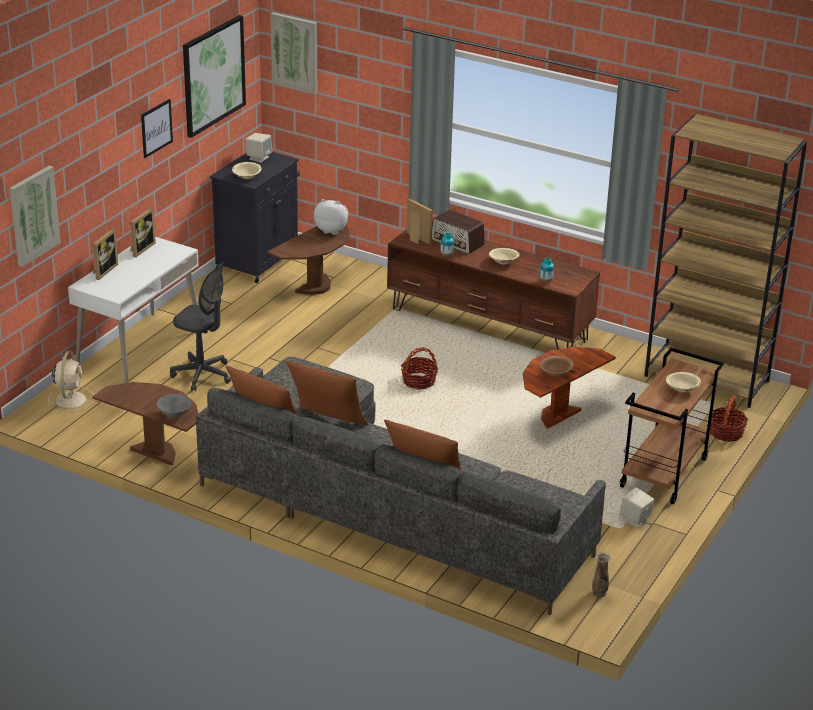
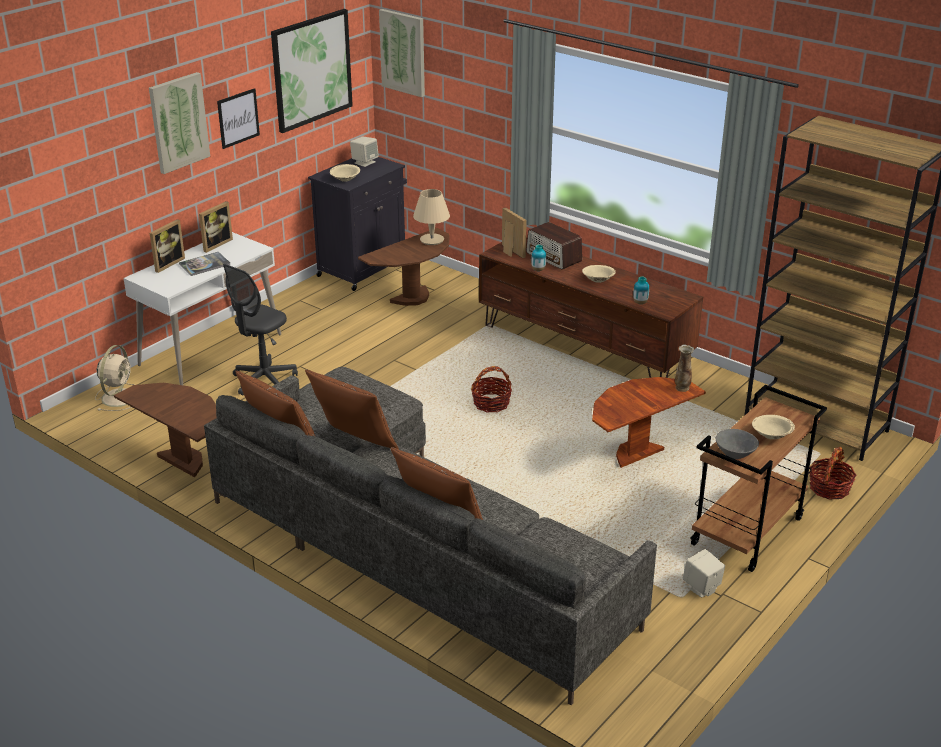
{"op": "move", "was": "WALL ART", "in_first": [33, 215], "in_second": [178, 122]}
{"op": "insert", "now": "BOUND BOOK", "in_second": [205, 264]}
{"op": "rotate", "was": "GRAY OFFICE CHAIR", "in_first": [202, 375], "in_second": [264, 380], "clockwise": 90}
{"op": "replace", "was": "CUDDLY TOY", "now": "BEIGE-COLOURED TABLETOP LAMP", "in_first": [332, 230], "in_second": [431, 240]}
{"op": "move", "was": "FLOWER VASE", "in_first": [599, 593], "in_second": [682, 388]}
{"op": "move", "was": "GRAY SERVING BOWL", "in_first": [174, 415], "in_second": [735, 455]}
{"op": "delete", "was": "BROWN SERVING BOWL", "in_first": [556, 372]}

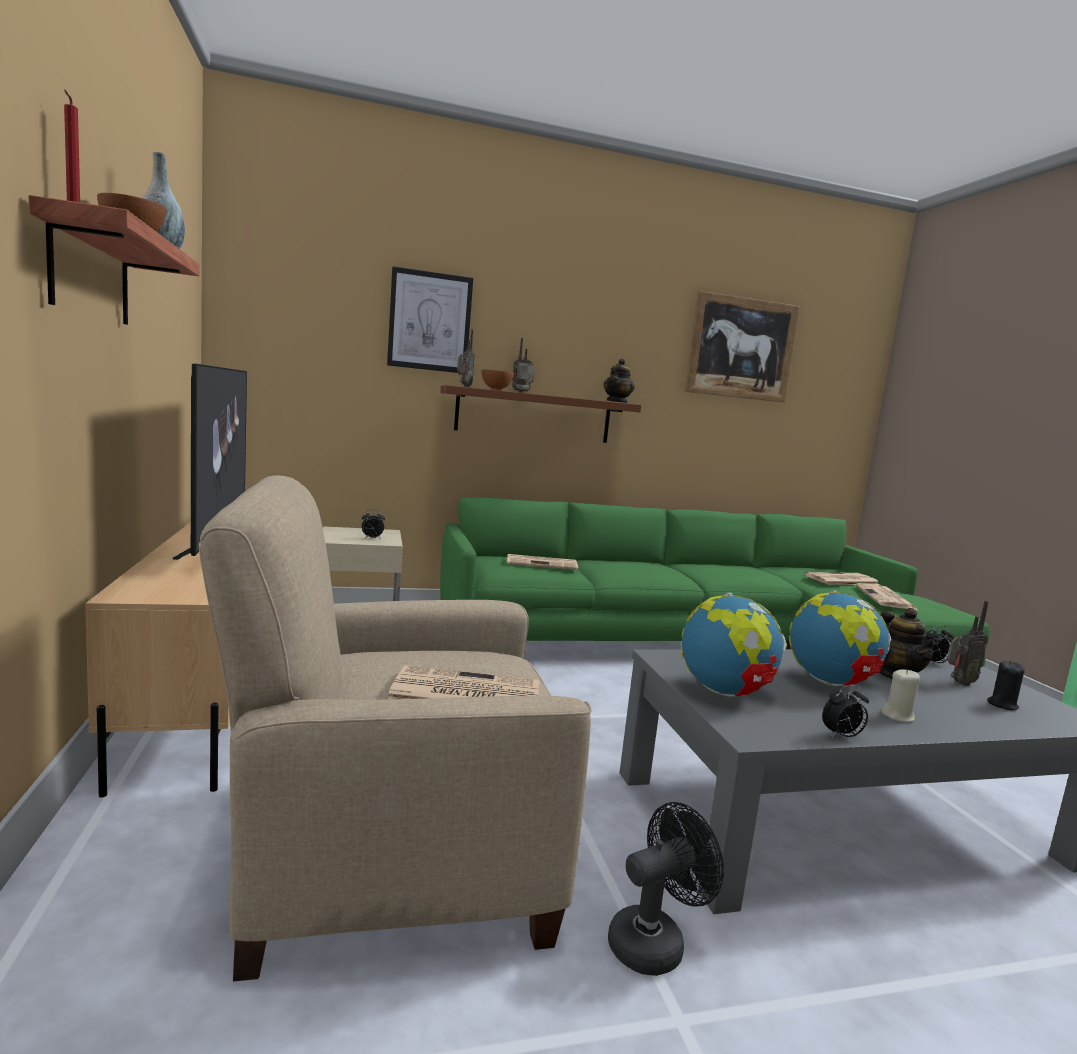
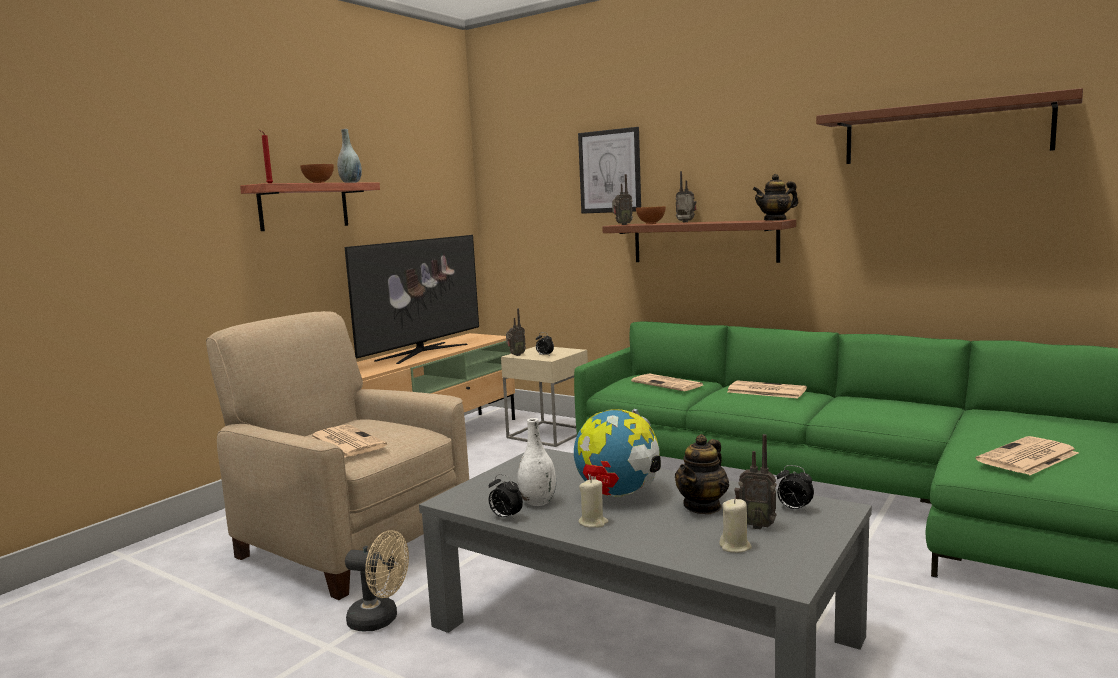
{"op": "recolor", "was": "BLACK COOLING FAN", "now": "BEIGE-COLOURED COOLING FAN", "in_first": [654, 941], "in_second": [380, 620]}
{"op": "insert", "now": "RADIO RECEIVER", "in_second": [515, 355]}
{"op": "insert", "now": "WHITISH FLOWER VASE", "in_second": [538, 502]}
{"op": "recolor", "was": "BLACK CANDLE", "now": "BEIGE-COLOURED CANDLE", "in_first": [1002, 705], "in_second": [735, 547]}
{"op": "move", "was": "NEWSPAPER", "in_first": [841, 580], "in_second": [765, 391]}
{"op": "replace", "was": "WALL ART", "now": "BROWN BRACKET SHELF", "in_first": [741, 348], "in_second": [944, 132]}
{"op": "delete", "was": "GLOBE", "in_first": [725, 692]}

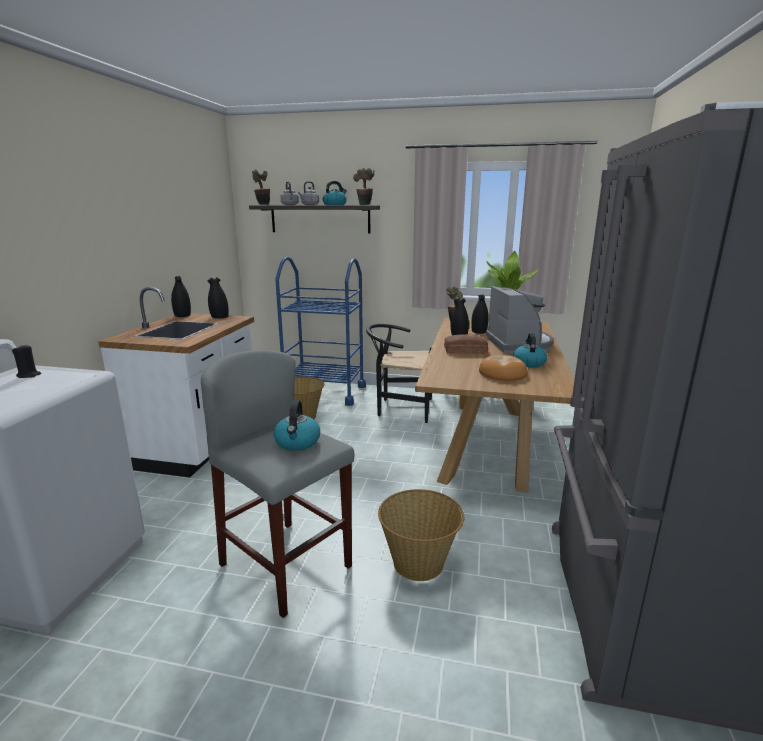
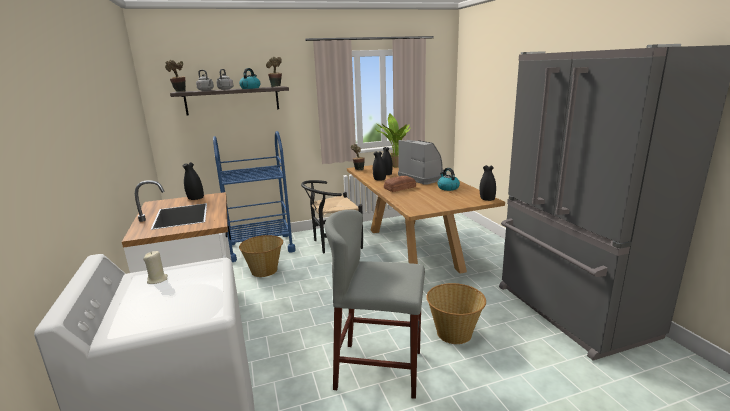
{"op": "recolor", "was": "BLACK CANDLE", "now": "BEIGE-COLOURED CANDLE", "in_first": [29, 375], "in_second": [157, 280]}
{"op": "move", "was": "BLACK FLOWER VASE", "in_first": [182, 315], "in_second": [487, 198]}
{"op": "delete", "was": "WATER KETTLE", "in_first": [297, 442]}
{"op": "delete", "was": "BREAD", "in_first": [503, 373]}

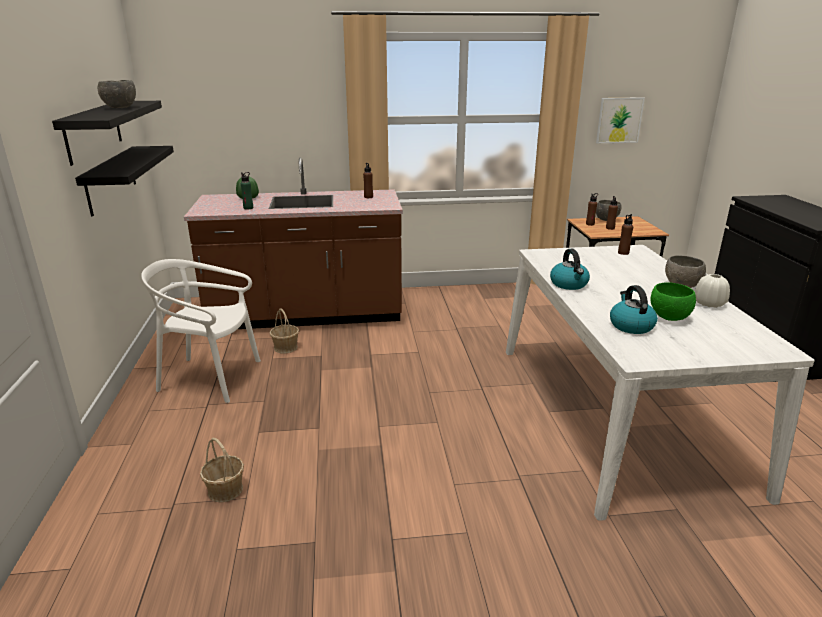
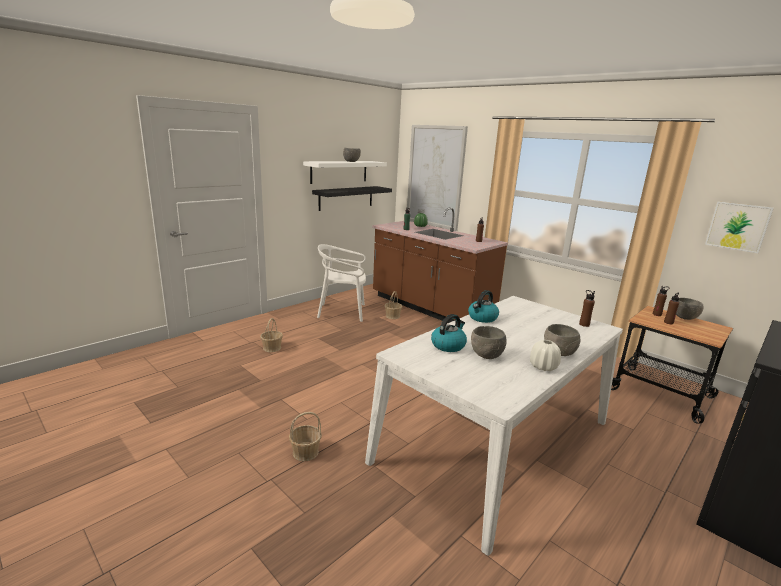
{"op": "insert", "now": "STORAGE BASKET", "in_second": [305, 452]}
{"op": "recolor", "was": "BLACK BRACKET SHELF", "now": "WHITISH BRACKET SHELF", "in_first": [93, 131], "in_second": [339, 171]}
{"op": "rotate", "was": "WHITISH CHAIR", "in_first": [210, 378], "in_second": [342, 312], "clockwise": -60}
{"op": "insert", "now": "WALL ART", "in_second": [435, 177]}
{"op": "recolor", "was": "GREENISH SERVING BOWL", "now": "GRAY SERVING BOWL", "in_first": [669, 318], "in_second": [486, 356]}

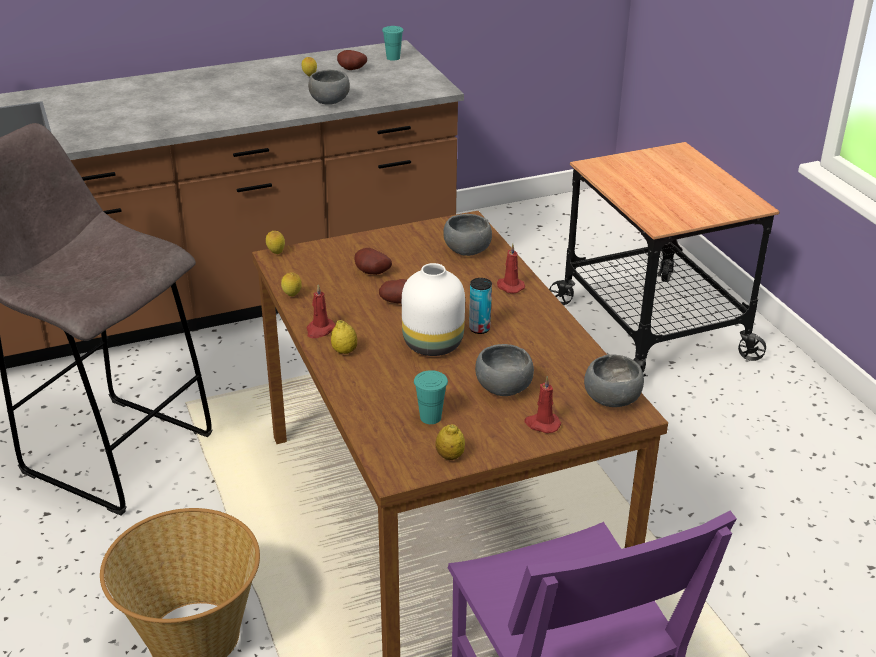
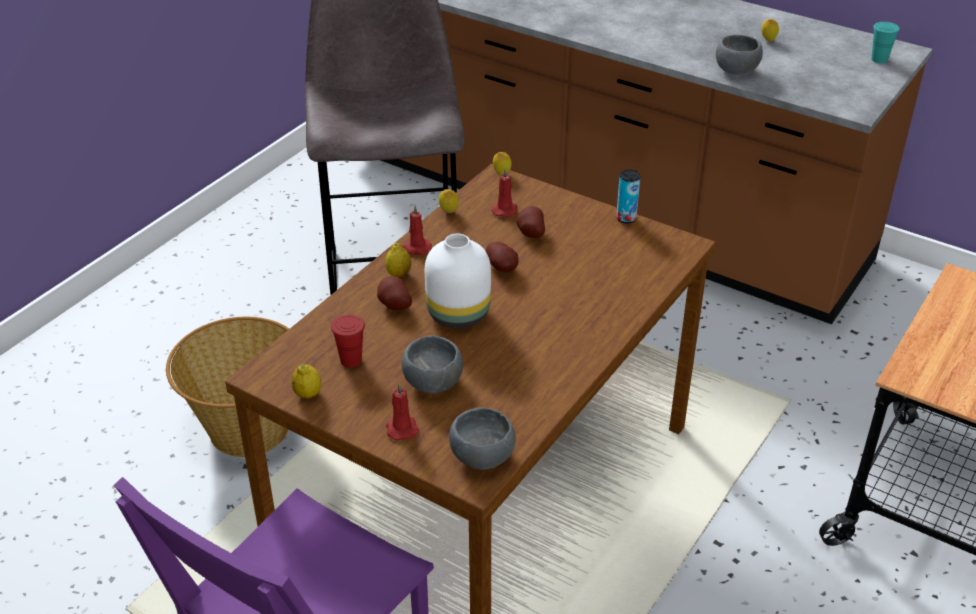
{"op": "recolor", "was": "TURQUOISE-COLOURED SMALL CUP", "now": "RED SMALL CUP", "in_first": [430, 417], "in_second": [351, 360]}
{"op": "move", "was": "WHOLE POTATO", "in_first": [351, 70], "in_second": [393, 306]}
{"op": "move", "was": "RED CANDLE", "in_first": [509, 286], "in_second": [504, 209]}
{"op": "move", "was": "METAL CAN", "in_first": [479, 329], "in_second": [626, 218]}
{"op": "delete", "was": "GRAY SERVING BOWL", "in_first": [466, 251]}

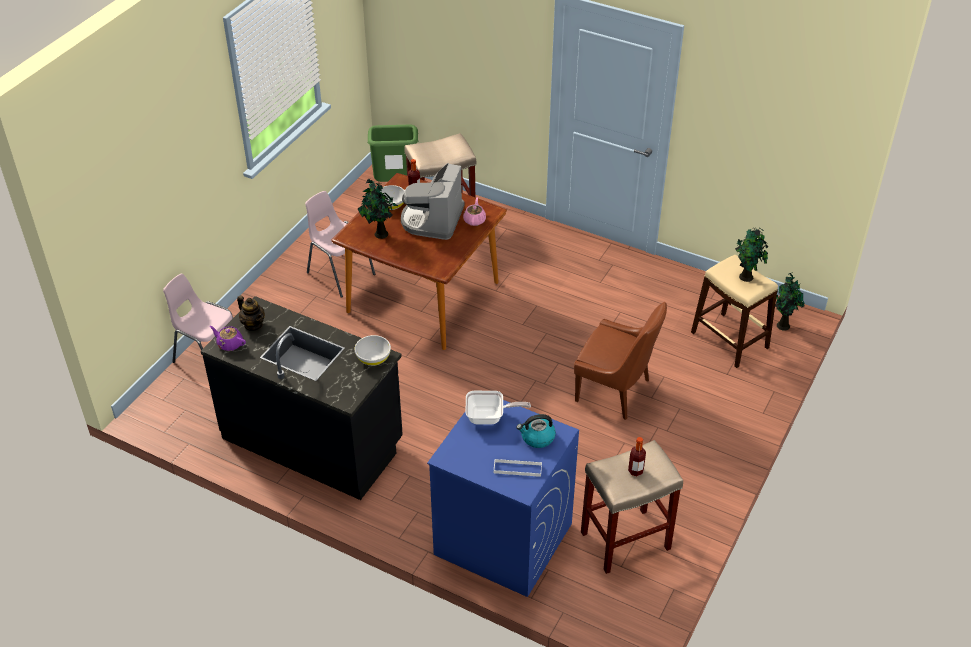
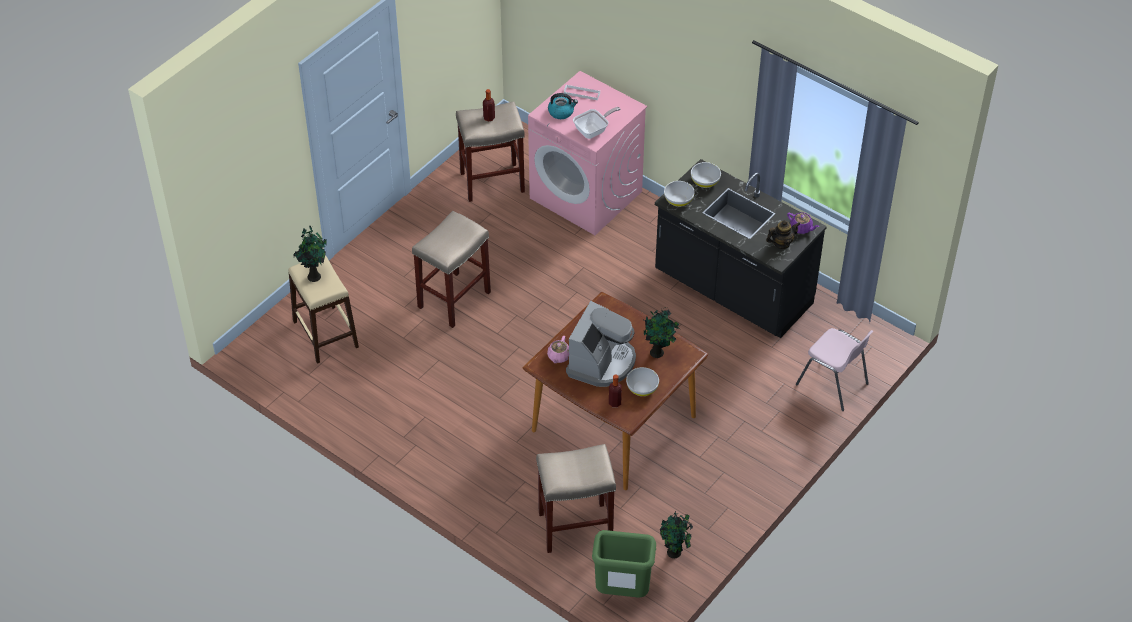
{"op": "replace", "was": "BROWN CHAIR", "now": "BEIGE-COLOURED STOOL", "in_first": [615, 391], "in_second": [454, 299]}
{"op": "recolor", "was": "BLUE-COLOURED LAUNDRY APPLIANCE", "now": "PINK-COLOURED LAUNDRY APPLIANCE", "in_first": [502, 539], "in_second": [586, 195]}
{"op": "rotate", "was": "FRYING PAN", "in_first": [489, 417], "in_second": [594, 130], "clockwise": 135}
{"op": "move", "was": "HOUSEPLANT", "in_first": [782, 325], "in_second": [674, 553]}
{"op": "insert", "now": "WHITISH SERVING BOWL", "in_second": [705, 181]}
{"op": "rotate", "was": "TEA POT", "in_first": [253, 325], "in_second": [781, 243], "clockwise": 105}
{"op": "delete", "was": "PINK-COLOURED CHAIR", "in_first": [340, 273]}

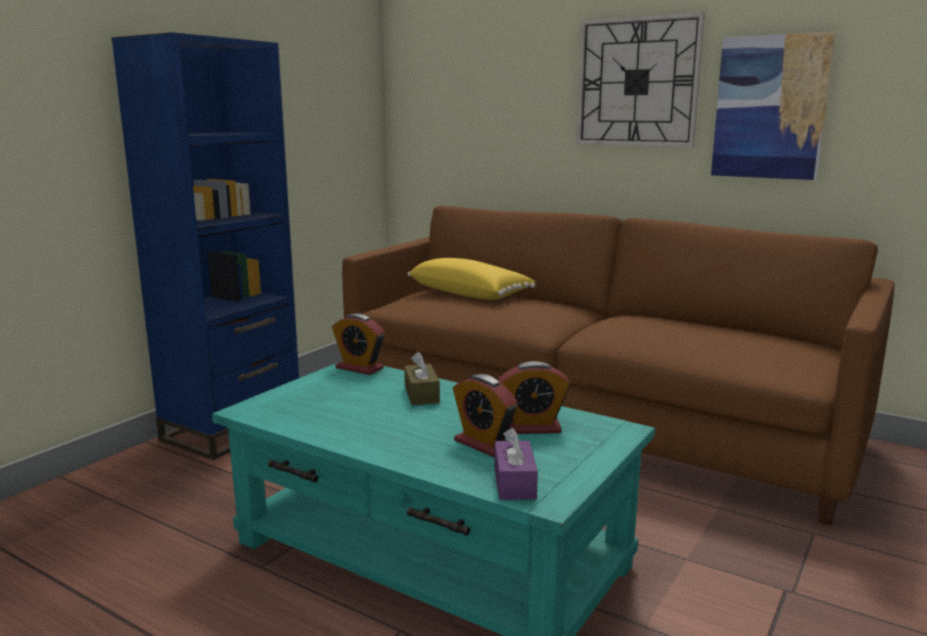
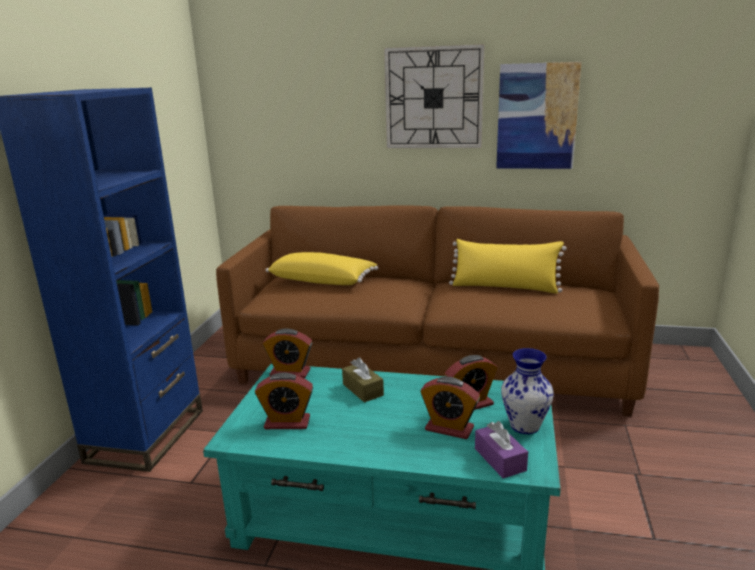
{"op": "insert", "now": "ALARM CLOCK", "in_second": [287, 423]}
{"op": "insert", "now": "YELLOWISH PILLOW", "in_second": [505, 287]}
{"op": "insert", "now": "FLOWER VASE", "in_second": [524, 426]}

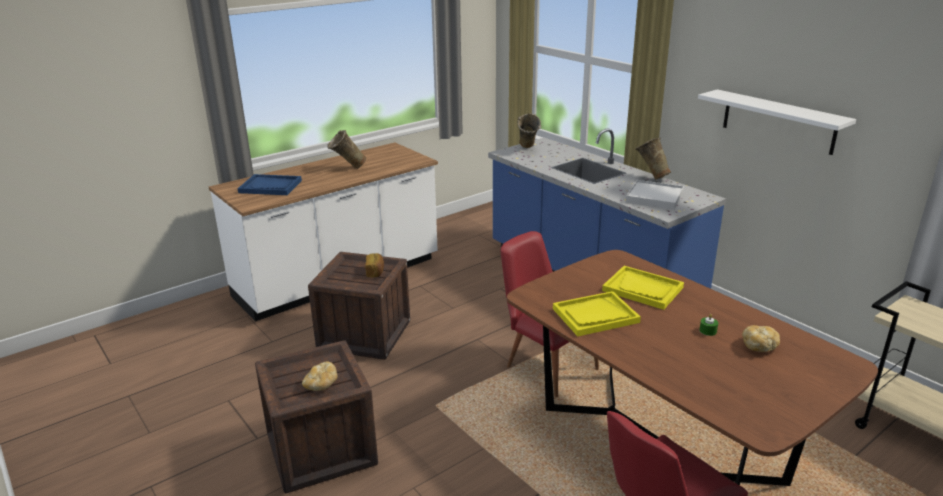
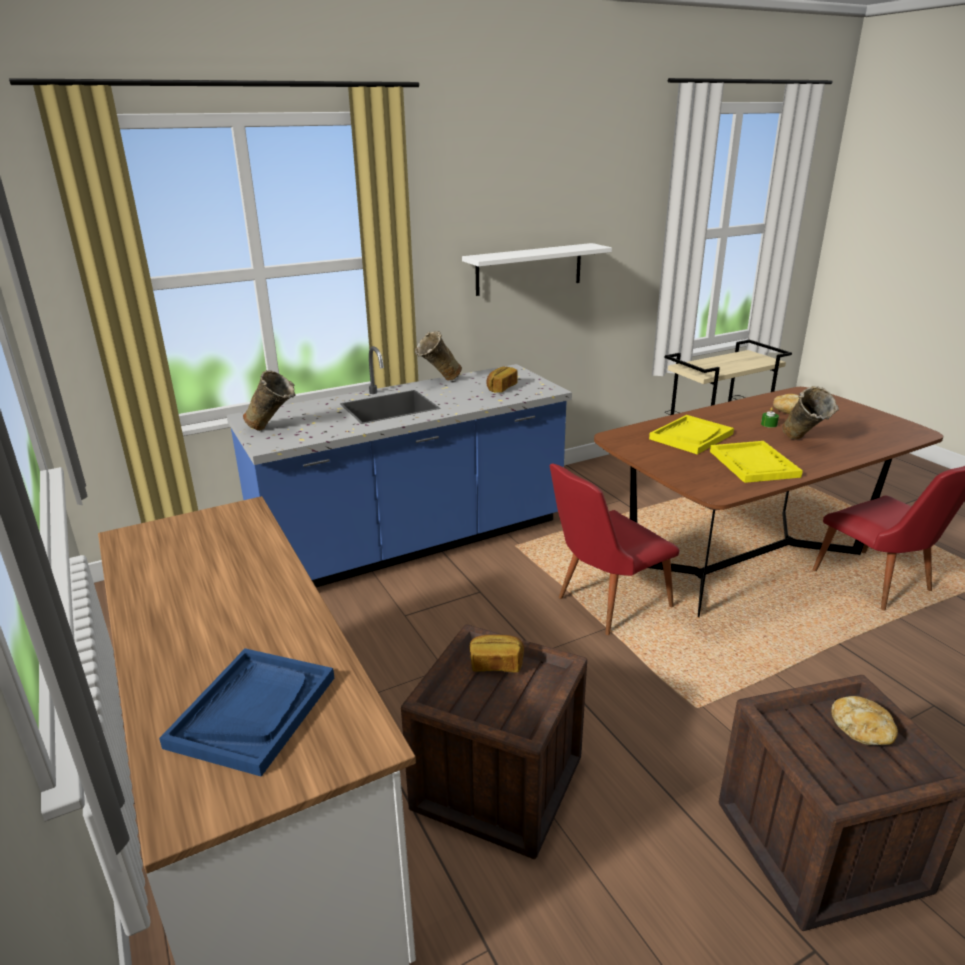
{"op": "replace", "was": "WHITISH CARRYING TRAY", "now": "BREAD", "in_first": [654, 197], "in_second": [501, 388]}
{"op": "move", "was": "BEIGE-COLOURED FLOWER VASE", "in_first": [347, 169], "in_second": [803, 443]}

